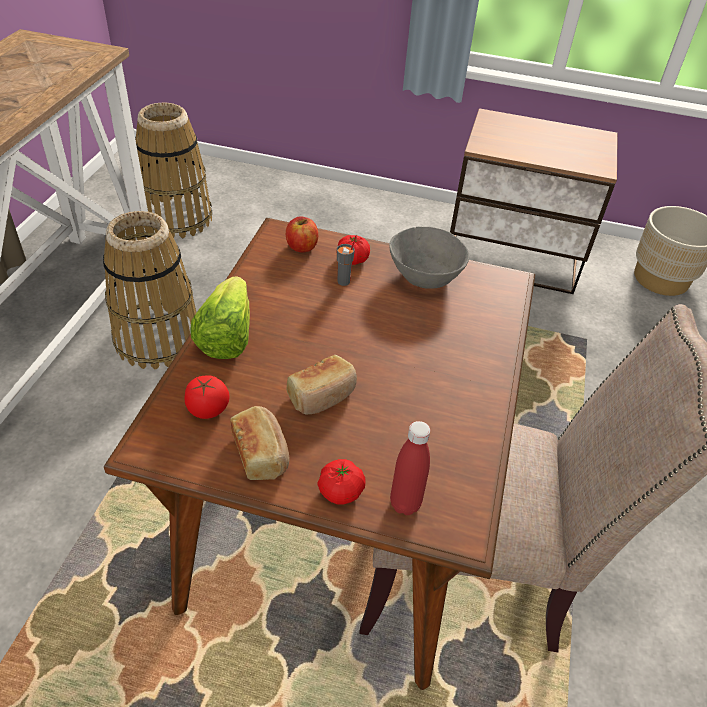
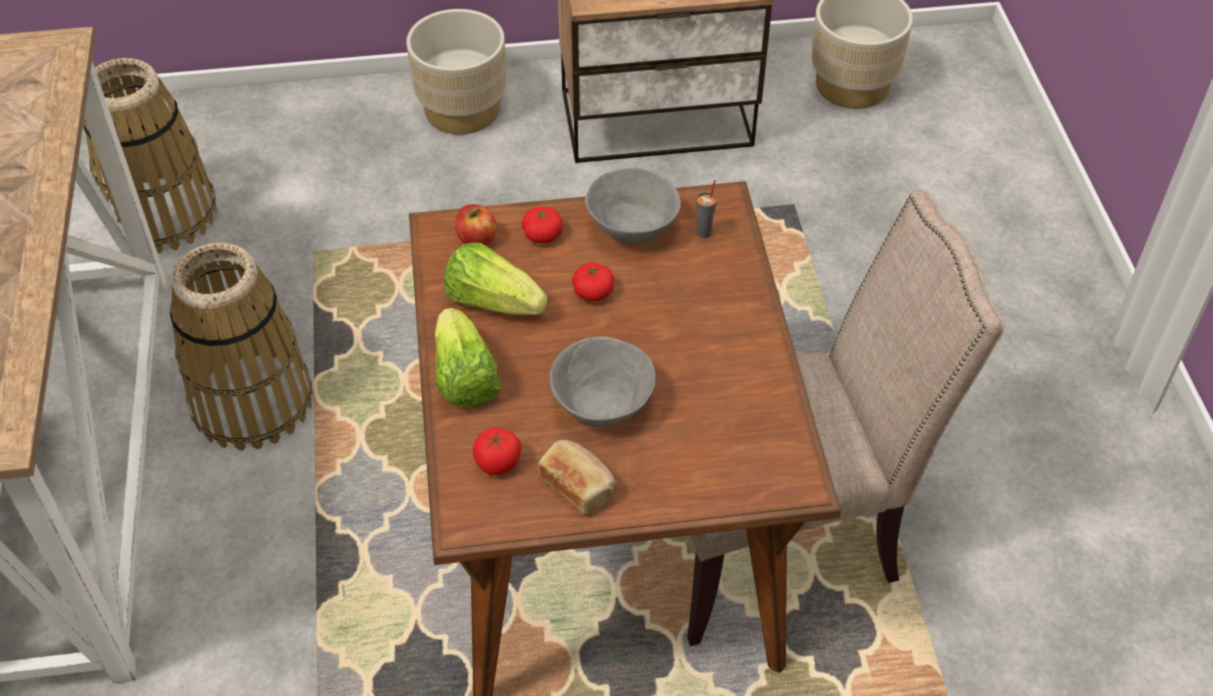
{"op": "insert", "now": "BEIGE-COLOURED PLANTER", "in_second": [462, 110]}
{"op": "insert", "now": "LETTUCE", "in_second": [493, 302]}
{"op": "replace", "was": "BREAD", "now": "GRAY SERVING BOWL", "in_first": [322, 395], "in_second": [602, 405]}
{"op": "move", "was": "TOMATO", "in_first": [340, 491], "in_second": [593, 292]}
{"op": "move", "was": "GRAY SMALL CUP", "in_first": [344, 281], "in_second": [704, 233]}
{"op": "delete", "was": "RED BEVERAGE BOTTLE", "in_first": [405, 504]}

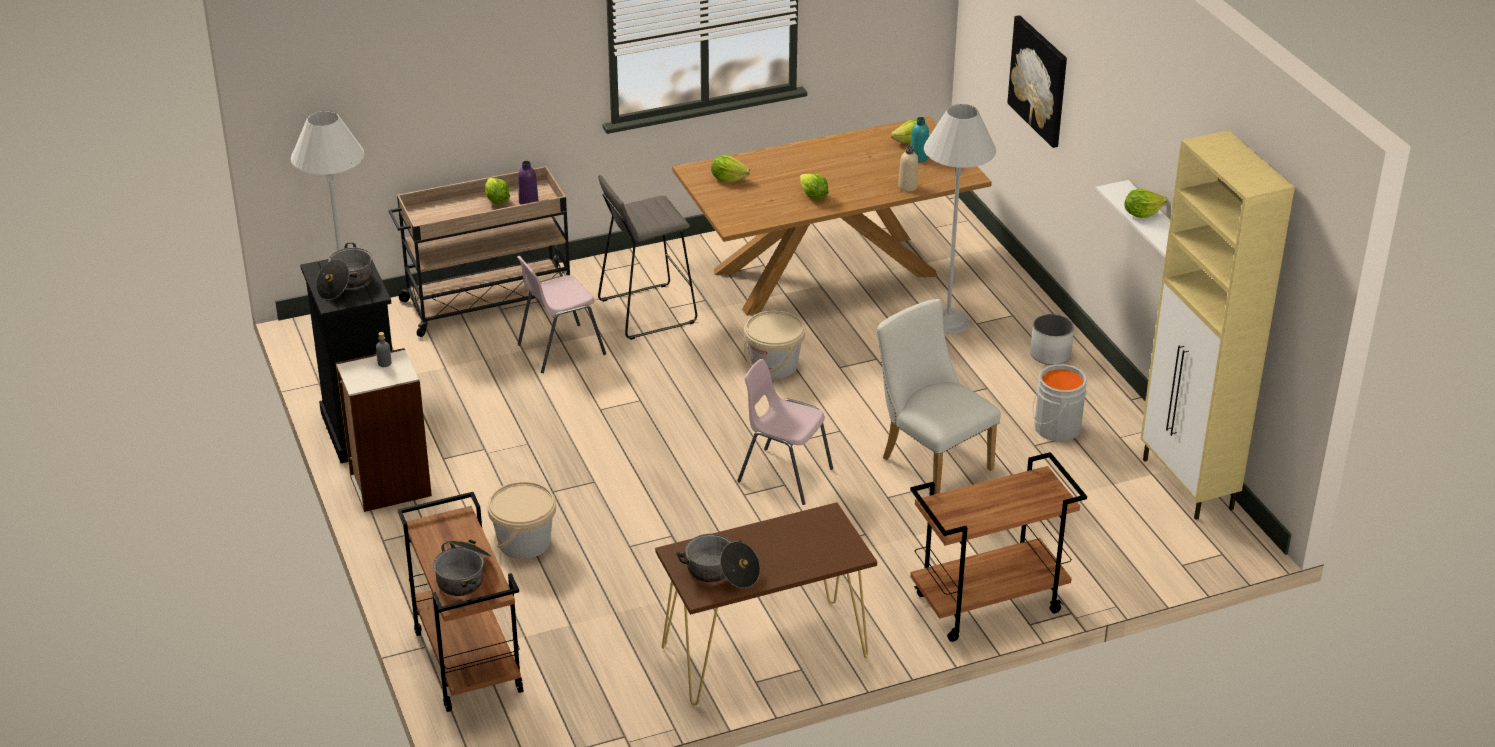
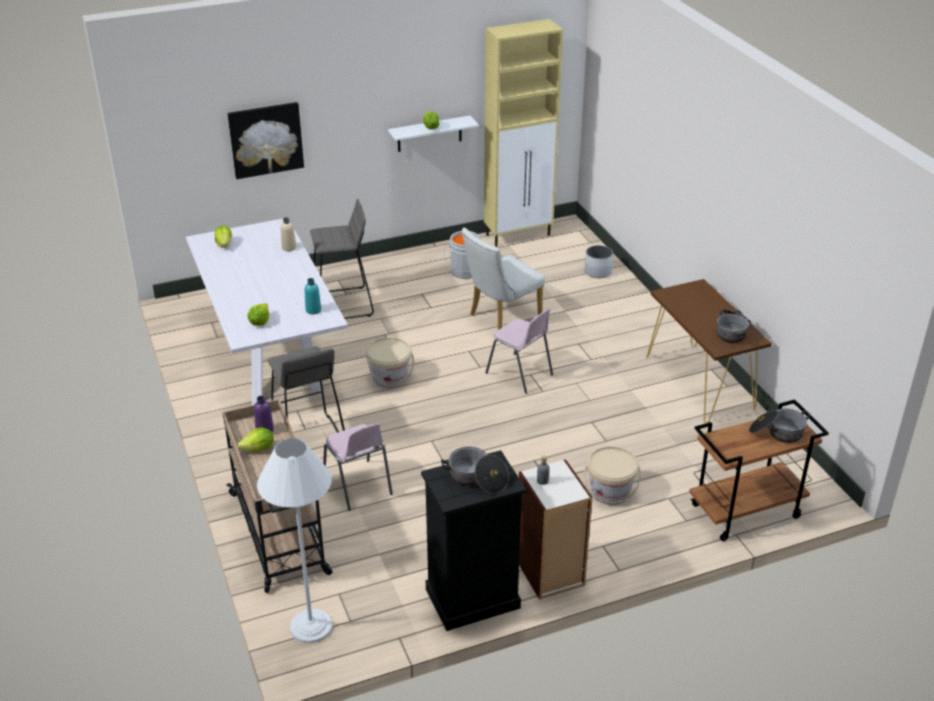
{"op": "recolor", "was": "BROWN DINING TABLE", "now": "WHITISH DINING TABLE", "in_first": [827, 273], "in_second": [270, 353]}
{"op": "move", "was": "TURQUOISE-COLOURED BEVERAGE BOTTLE", "in_first": [918, 157], "in_second": [313, 310]}
{"op": "replace", "was": "WHITISH STANDING LAMP", "now": "GRAY STOOL", "in_first": [947, 322], "in_second": [343, 305]}
{"op": "rotate", "was": "PINK-COLOURED CHAIR", "in_first": [784, 475], "in_second": [520, 374], "clockwise": -75}
{"op": "move", "was": "WHITISH PLANTER", "in_first": [1050, 354], "in_second": [597, 272]}
{"op": "delete", "was": "LETTUCE", "in_first": [813, 196]}
{"op": "delete", "was": "BROWN TROLLEY", "in_first": [987, 605]}

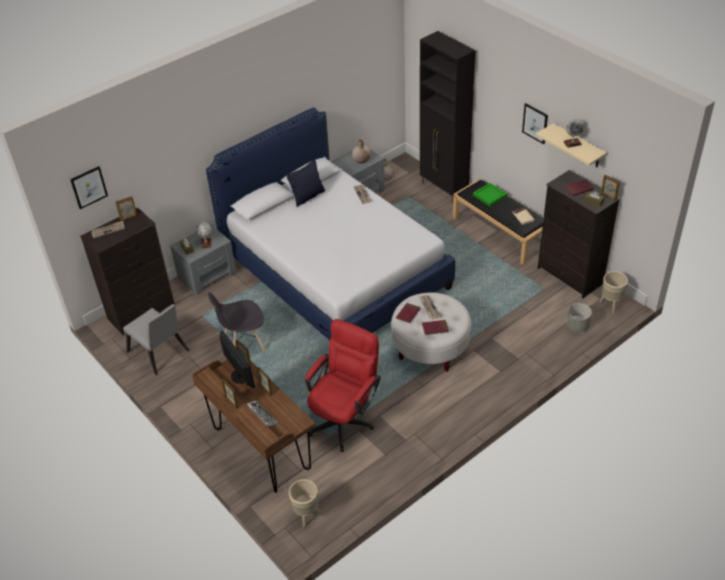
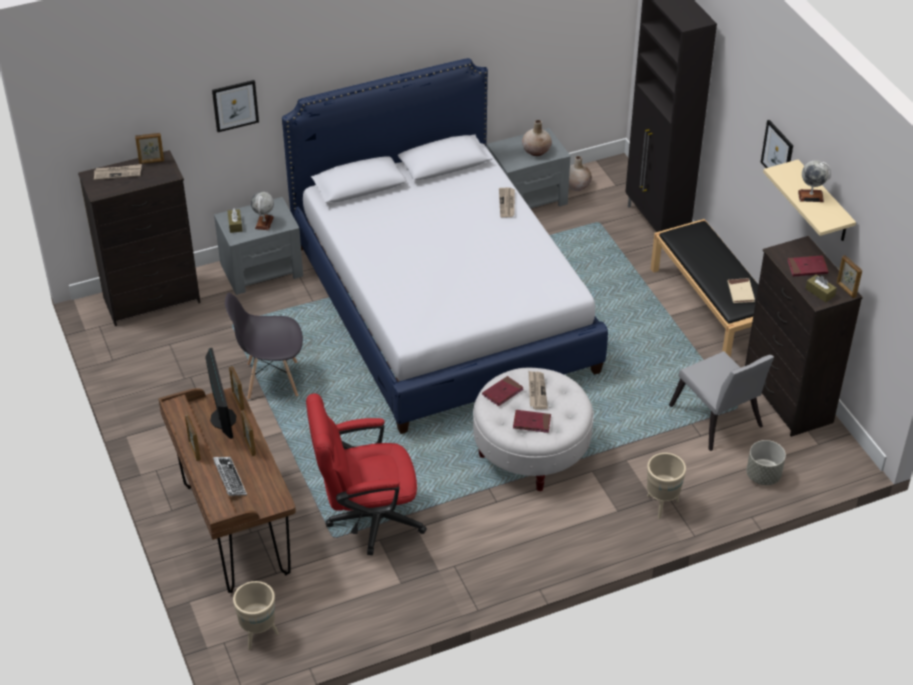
{"op": "move", "was": "WALL ART", "in_first": [89, 187], "in_second": [235, 105]}
{"op": "rotate", "was": "RED OFFICE CHAIR", "in_first": [345, 418], "in_second": [366, 519], "clockwise": -150}
{"op": "move", "was": "BEIGE-COLOURED PLANTER", "in_first": [610, 305], "in_second": [661, 505]}
{"op": "move", "was": "GRAY CHAIR", "in_first": [160, 354], "in_second": [717, 421]}
{"op": "delete", "was": "BLACK PILLOW", "in_first": [307, 196]}
{"op": "delete", "was": "GREENISH CARRYING TRAY", "in_first": [489, 195]}

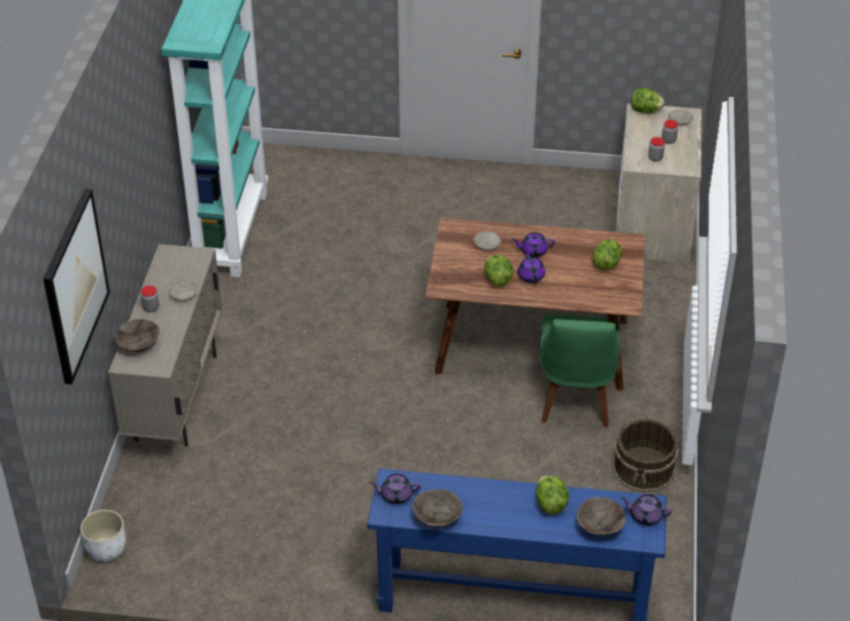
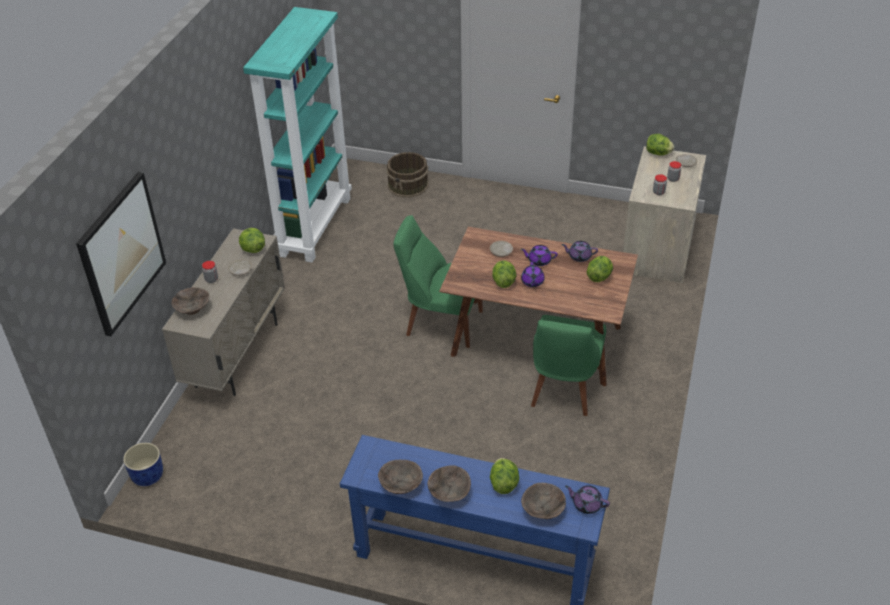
{"op": "recolor", "was": "WHITISH PLANTER", "now": "BLUE-COLOURED PLANTER", "in_first": [106, 549], "in_second": [147, 475]}
{"op": "insert", "now": "LETTUCE", "in_second": [252, 249]}
{"op": "move", "was": "BROWN BUCKET", "in_first": [644, 469], "in_second": [408, 185]}
{"op": "insert", "now": "GREENISH CHAIR", "in_second": [440, 322]}
{"op": "insert", "now": "BROWN SERVING BOWL", "in_second": [449, 492]}
{"op": "move", "was": "PURPLE-COLOURED TEA POT", "in_first": [395, 495], "in_second": [579, 256]}

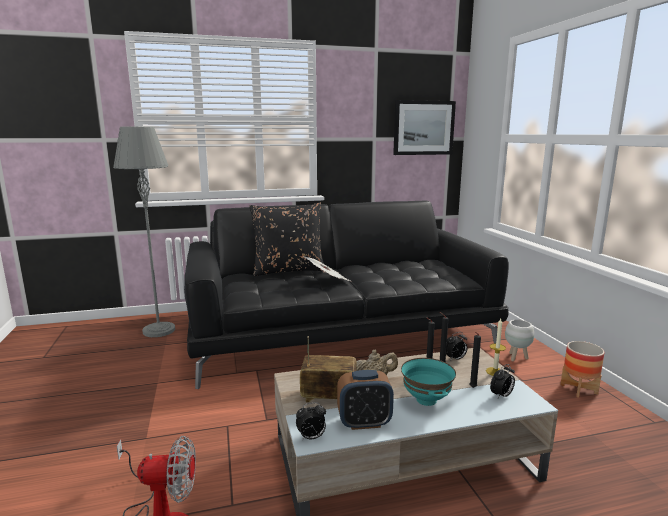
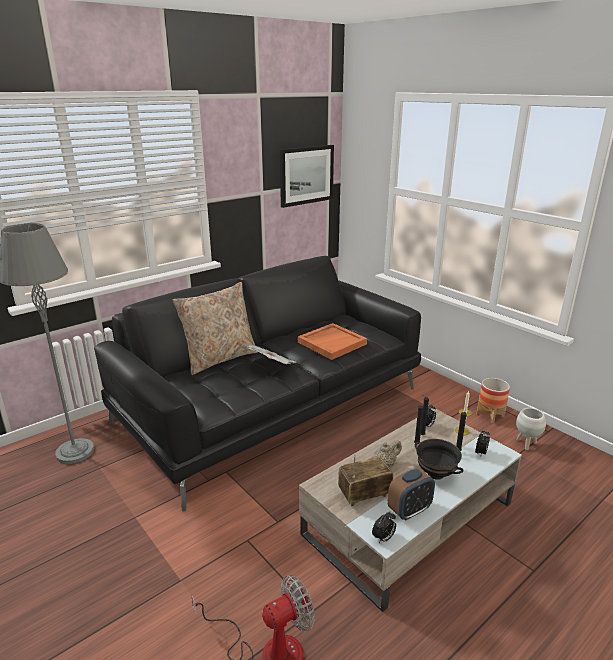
{"op": "recolor", "was": "BLACK PILLOW", "now": "BEIGE-COLOURED PILLOW", "in_first": [288, 270], "in_second": [220, 358]}
{"op": "insert", "now": "ORANGEY CARRYING TRAY", "in_second": [332, 343]}
{"op": "recolor", "was": "TURQUOISE-COLOURED SERVING BOWL", "now": "BLACK SERVING BOWL", "in_first": [427, 400], "in_second": [436, 474]}
{"op": "move", "was": "WHITISH PLANTER", "in_first": [516, 357], "in_second": [526, 444]}

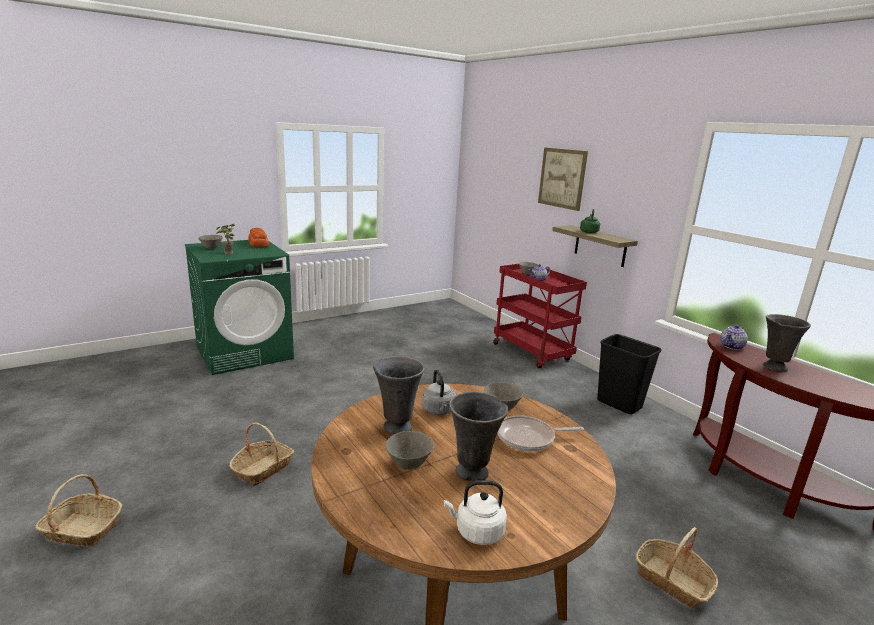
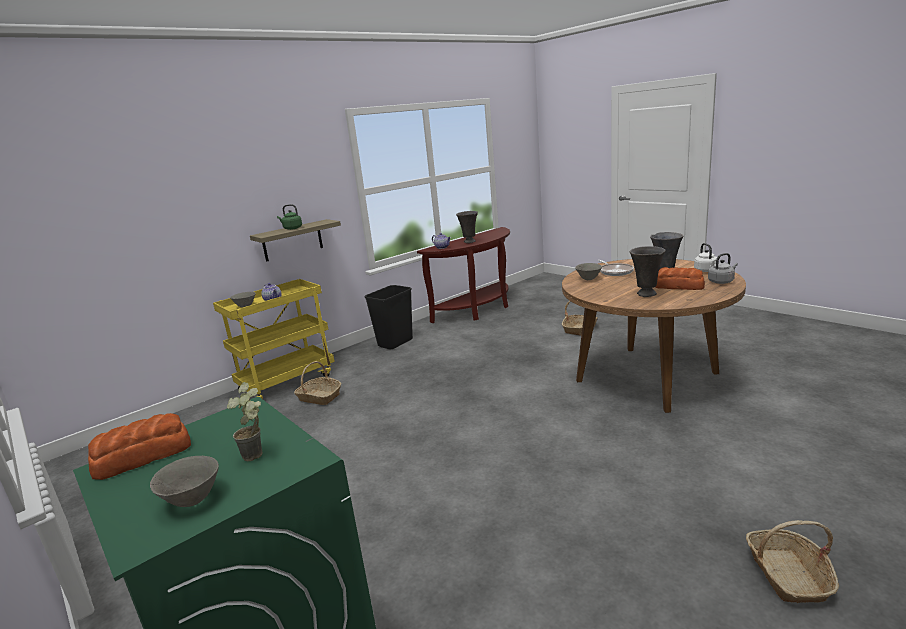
{"op": "recolor", "was": "RED TROLLEY", "now": "YELLOWISH TROLLEY", "in_first": [533, 353], "in_second": [287, 382]}
{"op": "move", "was": "STORAGE BASKET", "in_first": [263, 469], "in_second": [319, 397]}
{"op": "replace", "was": "GRAY SERVING BOWL", "now": "BREAD", "in_first": [408, 465], "in_second": [679, 286]}
{"op": "move", "was": "GRAY WATER KETTLE", "in_first": [438, 411], "in_second": [721, 281]}
{"op": "delete", "was": "WALL ART", "in_first": [562, 178]}

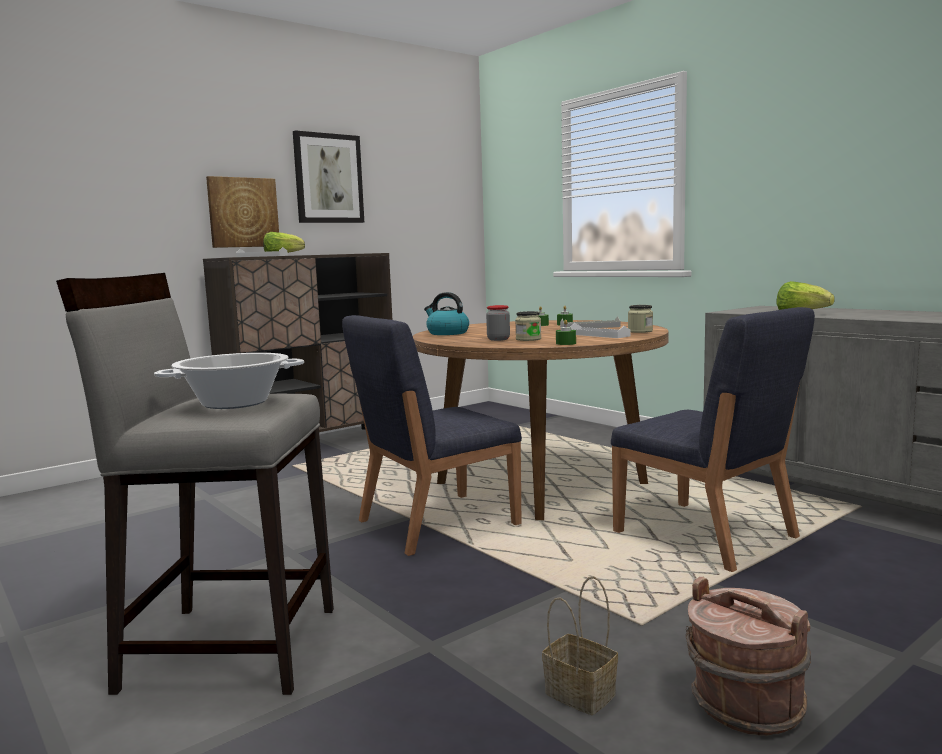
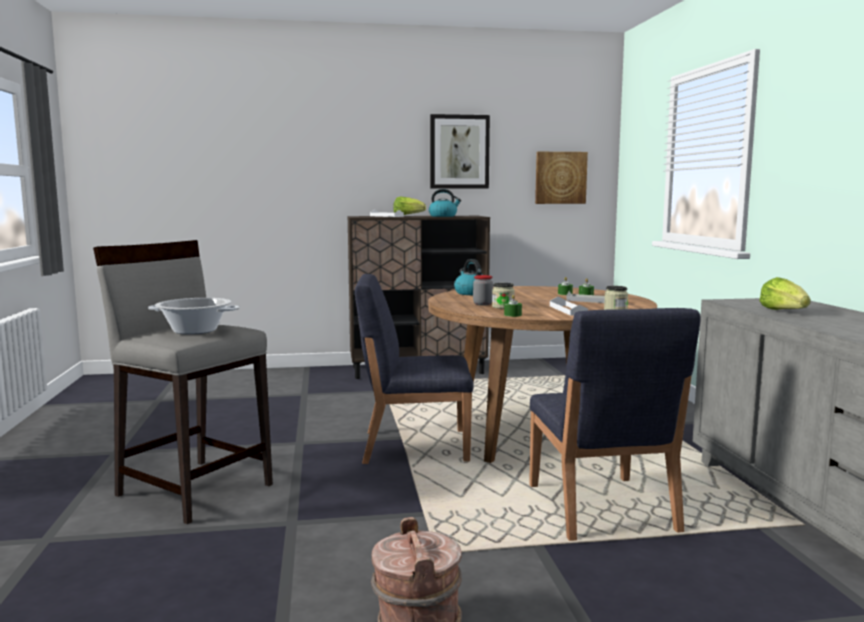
{"op": "insert", "now": "WATER KETTLE", "in_second": [443, 216]}
{"op": "move", "was": "WALL ART", "in_first": [243, 212], "in_second": [560, 178]}
{"op": "delete", "was": "STORAGE BASKET", "in_first": [577, 694]}

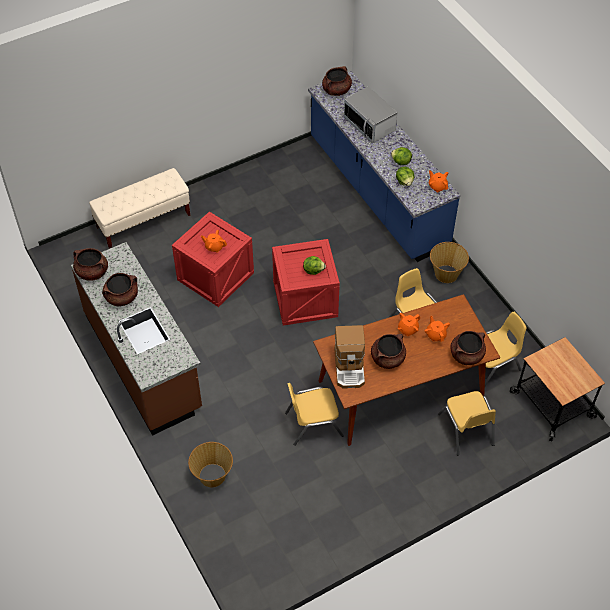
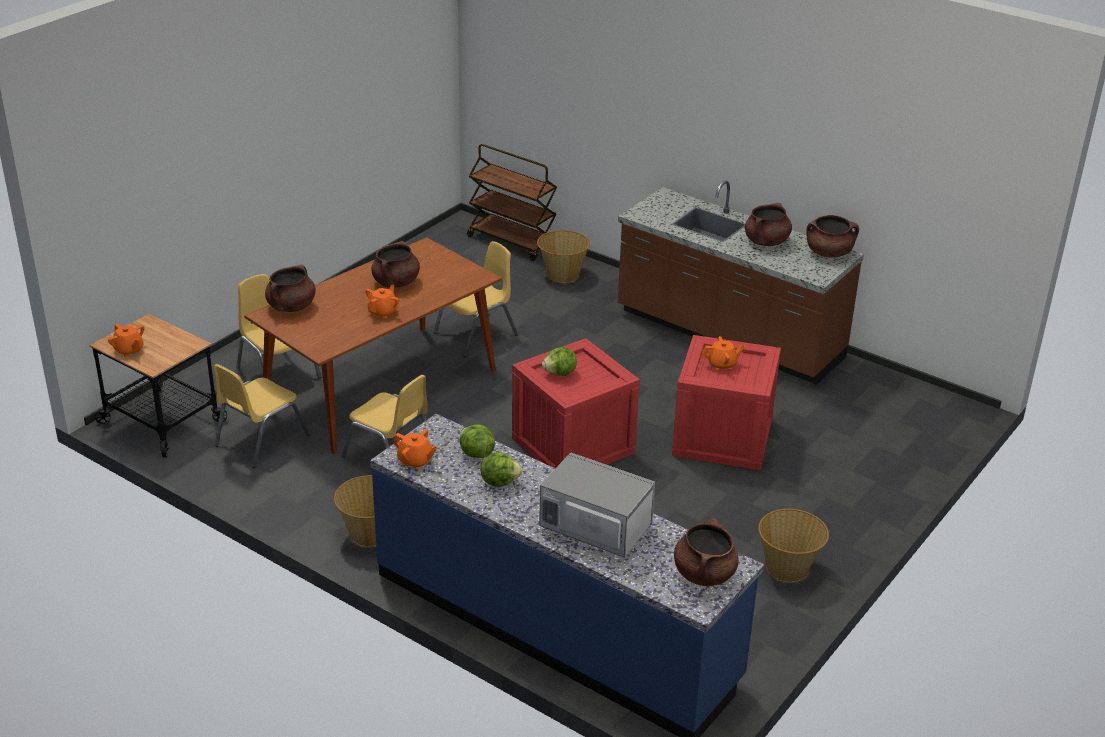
{"op": "move", "was": "ORANGEY TEA POT", "in_first": [436, 335], "in_second": [129, 350]}
{"op": "insert", "now": "BROWN TROLLEY", "in_second": [512, 242]}
{"op": "insert", "now": "STORAGE BASKET", "in_second": [788, 568]}
{"op": "delete", "was": "BEIGE-COLOURED LONG SEAT", "in_first": [144, 221]}
{"op": "delete", "was": "COFFEE MACHINE", "in_first": [350, 367]}

